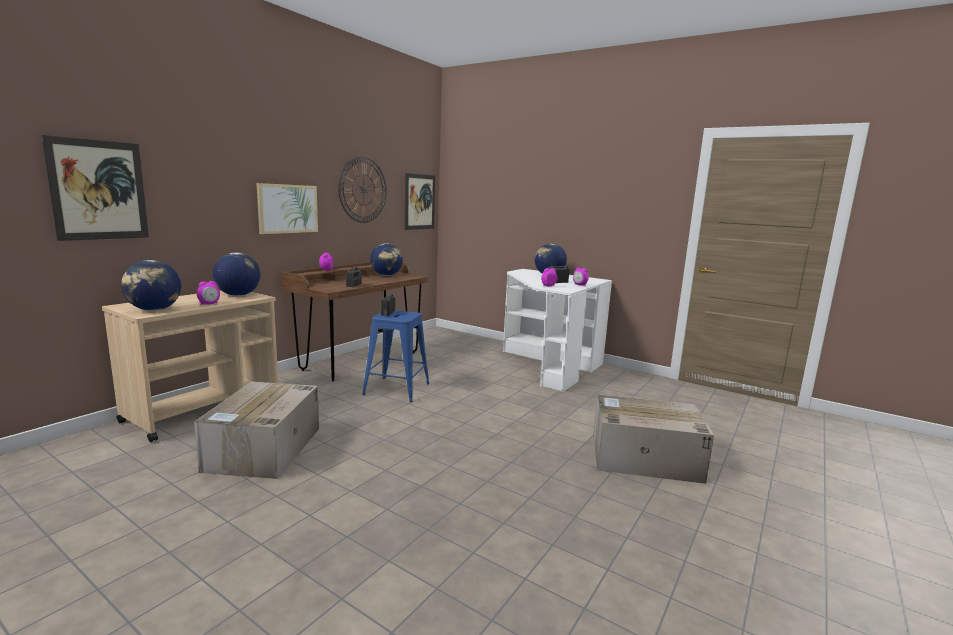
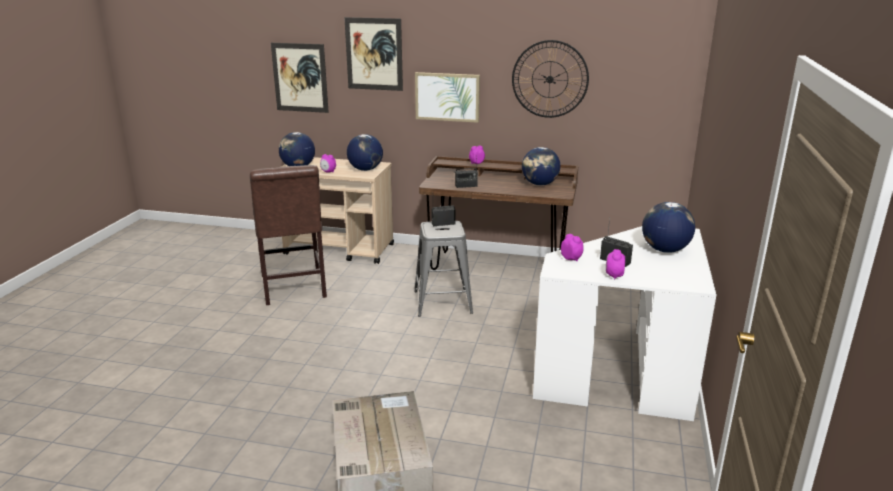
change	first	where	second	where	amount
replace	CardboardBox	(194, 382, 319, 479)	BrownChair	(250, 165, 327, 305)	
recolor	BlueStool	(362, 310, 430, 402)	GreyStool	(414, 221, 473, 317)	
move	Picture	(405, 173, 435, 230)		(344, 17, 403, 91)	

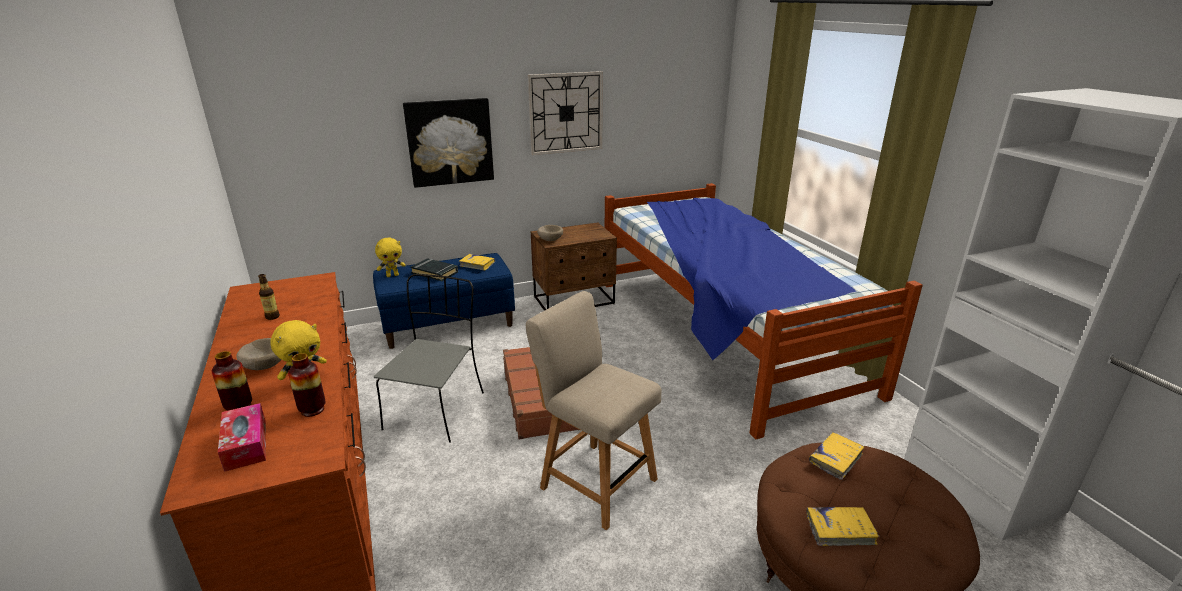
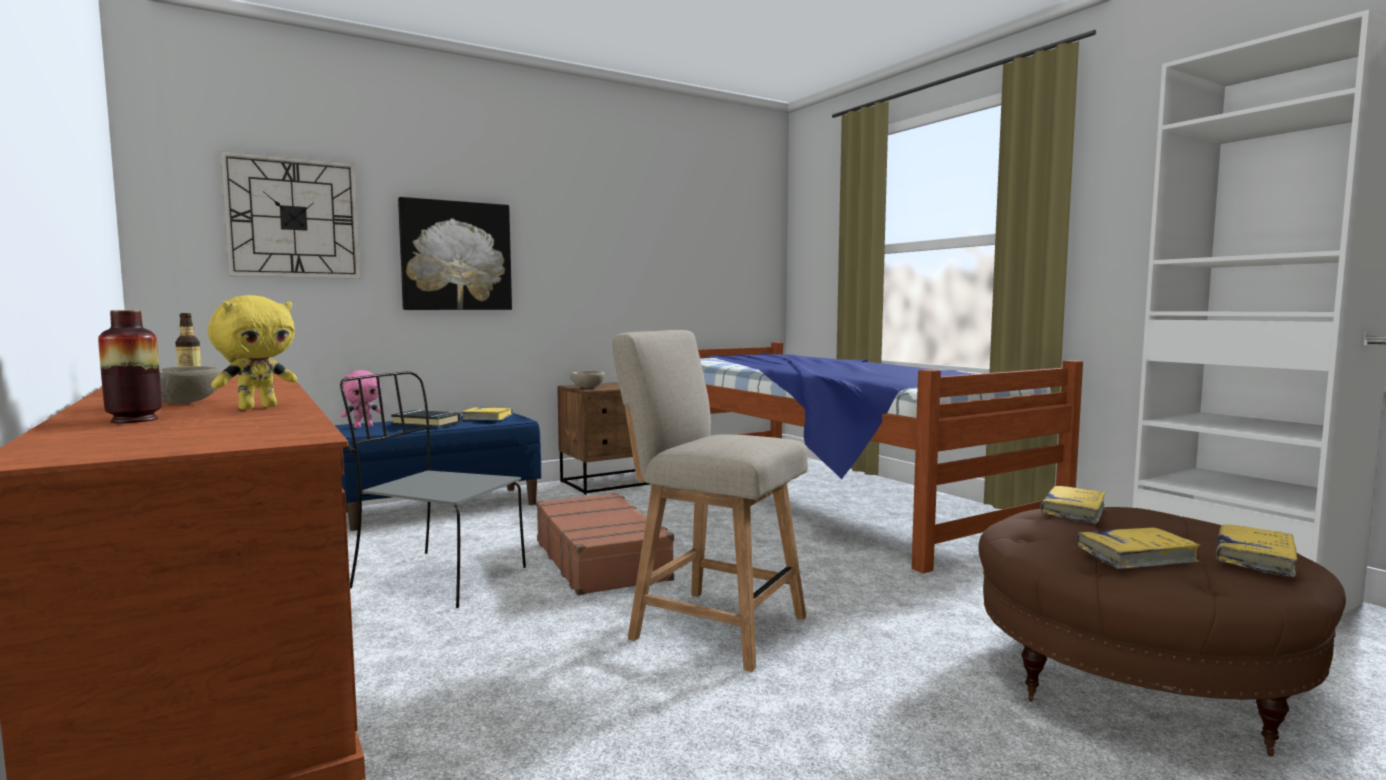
change	first	where	second	where	amount
delete	TissueBox	(218, 403, 266, 472)			
delete	Vase	(288, 353, 325, 417)			
rotate	GreyChair	(374, 274, 484, 443)		(340, 371, 526, 608)	75 degrees counterclockwise
recolor	YellowPlushToy	(375, 238, 406, 277)	PinkPlushToy	(341, 370, 381, 428)	
move	WallClock	(528, 71, 603, 155)		(220, 151, 361, 279)	
insert			YellowBook	(1216, 524, 1298, 577)	

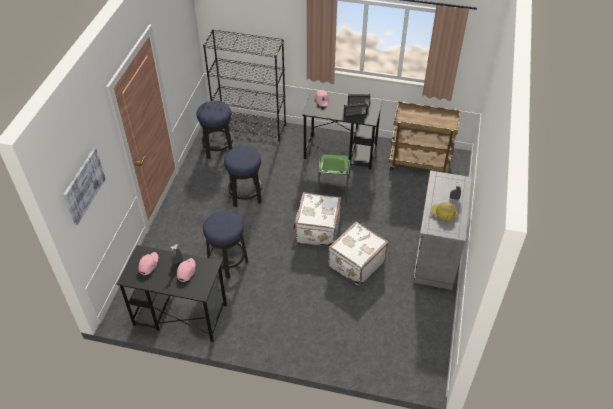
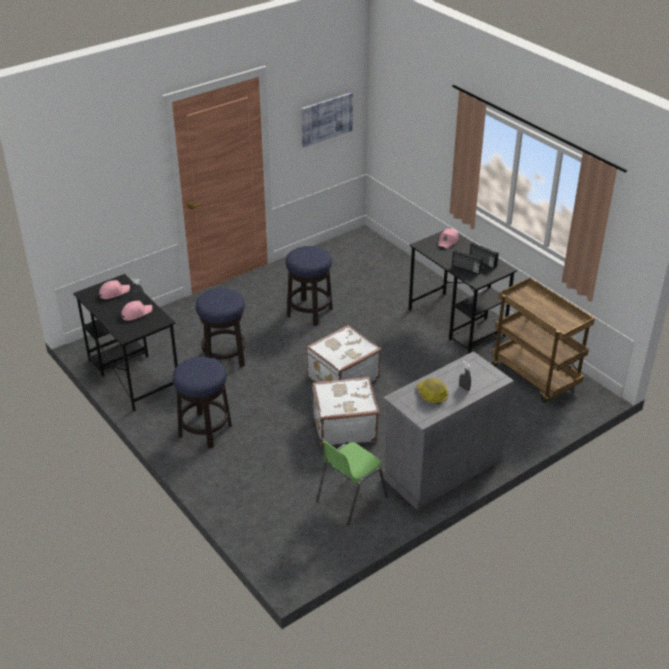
change	first	where	second	where	amount
move	Picture	(63, 148, 106, 225)		(301, 92, 353, 147)	
move	Stool	(197, 101, 233, 159)		(173, 357, 232, 449)	
delete	BlackBookcase	(203, 29, 286, 141)			
move	GreenChair	(318, 154, 351, 201)		(316, 441, 388, 526)	

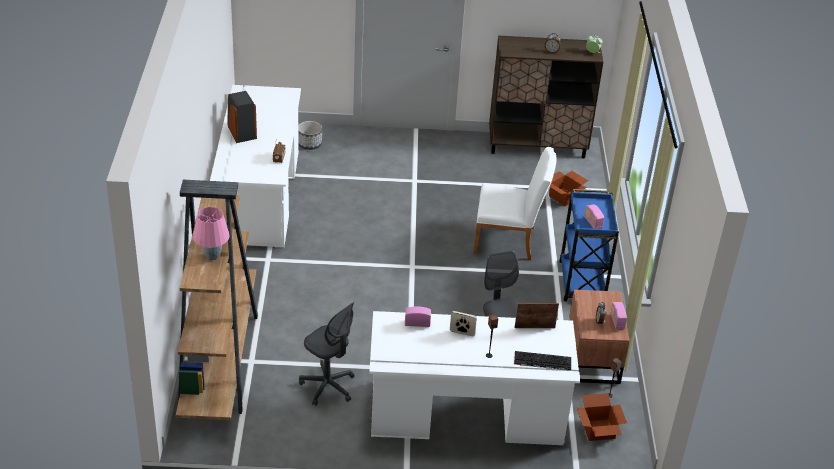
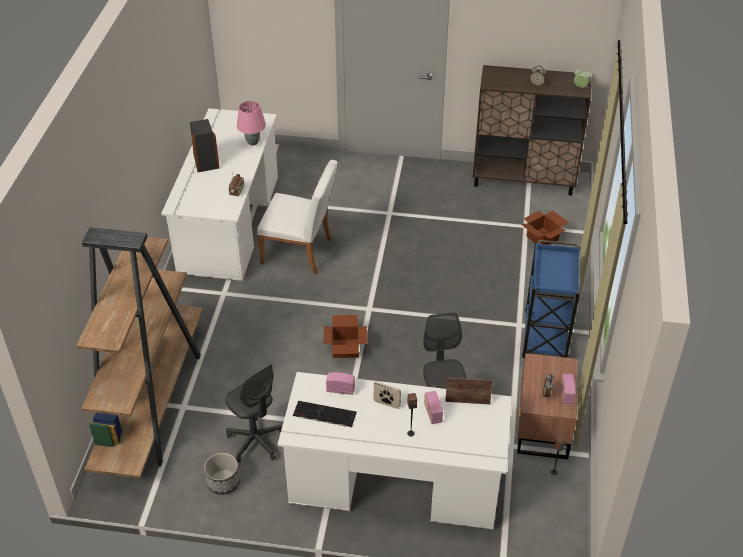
change	first	where	second	where	amount
move	PinkTableLamp	(193, 207, 230, 260)		(237, 101, 266, 146)	
move	Planter	(298, 121, 322, 150)		(204, 453, 240, 495)	
move	WhiteChair	(474, 147, 557, 261)		(257, 160, 337, 274)	
move	Keyboard	(514, 351, 571, 371)		(293, 401, 357, 427)	
move	CardboardBox	(576, 393, 627, 441)		(324, 315, 367, 358)	
move	Radio	(584, 204, 604, 229)		(424, 391, 443, 424)	

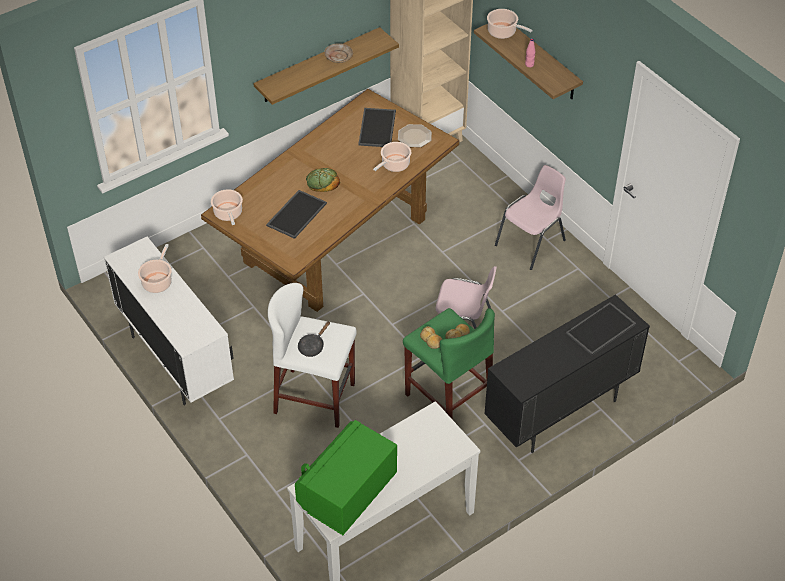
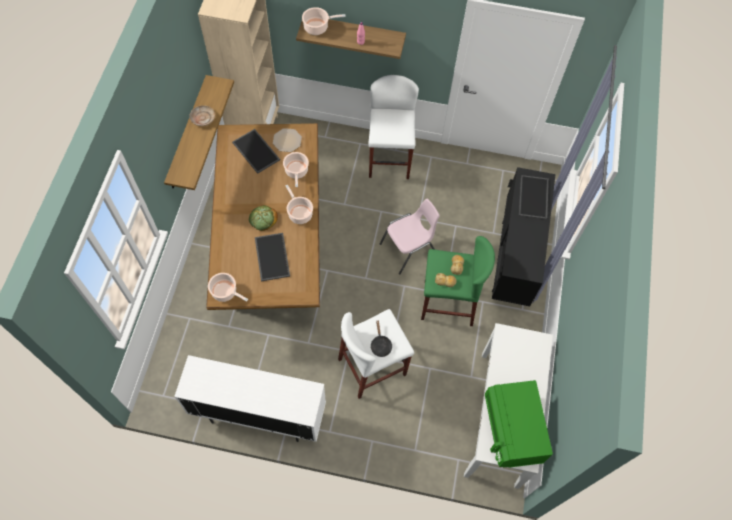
change	first	where	second	where	amount
move	CookingPot	(138, 244, 172, 293)		(285, 185, 313, 224)	
replace	PinkChair	(495, 165, 566, 270)	WhiteStool	(368, 75, 419, 179)	

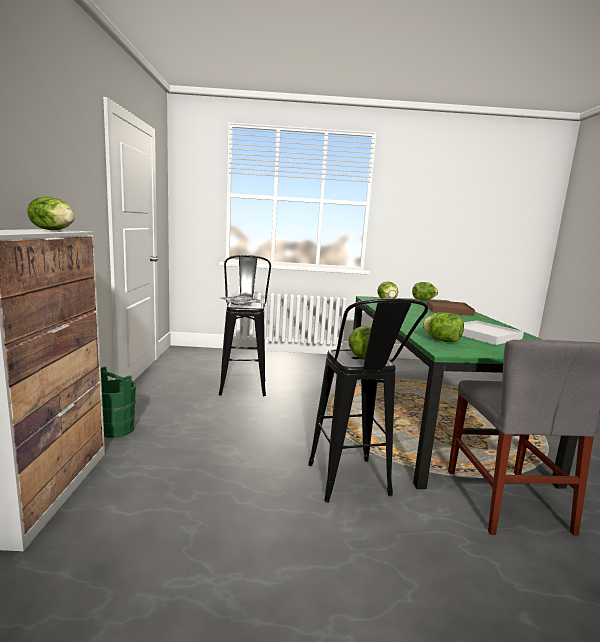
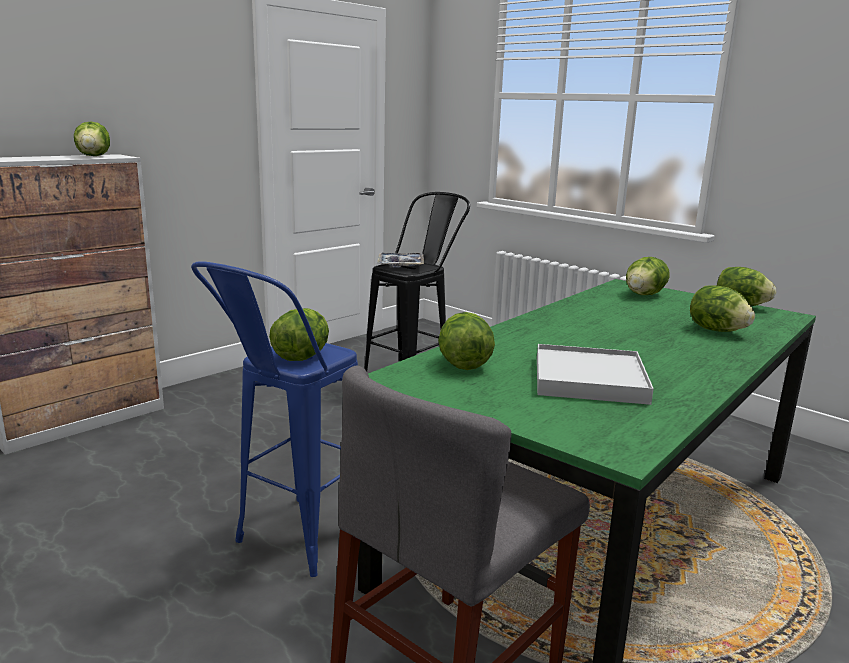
change	first	where	second	where	amount
delete	GreenBucket	(101, 367, 136, 438)			
recolor	BlackStool	(308, 298, 428, 503)	BlueStool	(191, 261, 358, 577)	
replace	BrownTray	(426, 300, 475, 316)	Lettuce	(690, 286, 755, 332)	

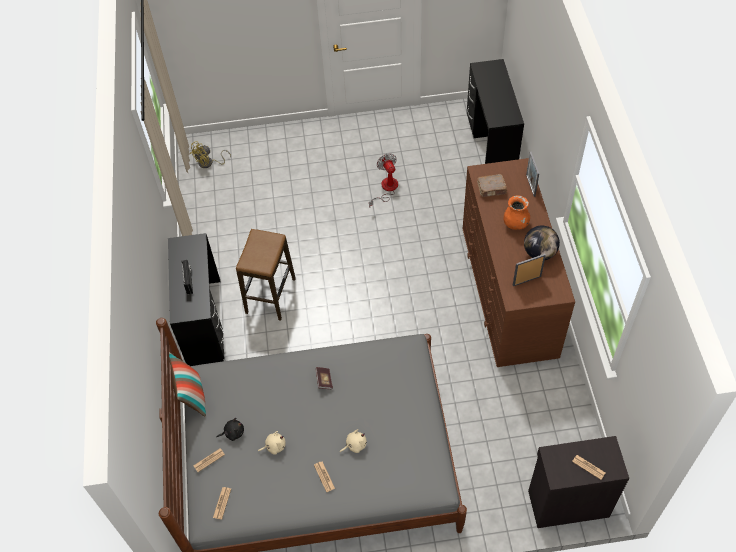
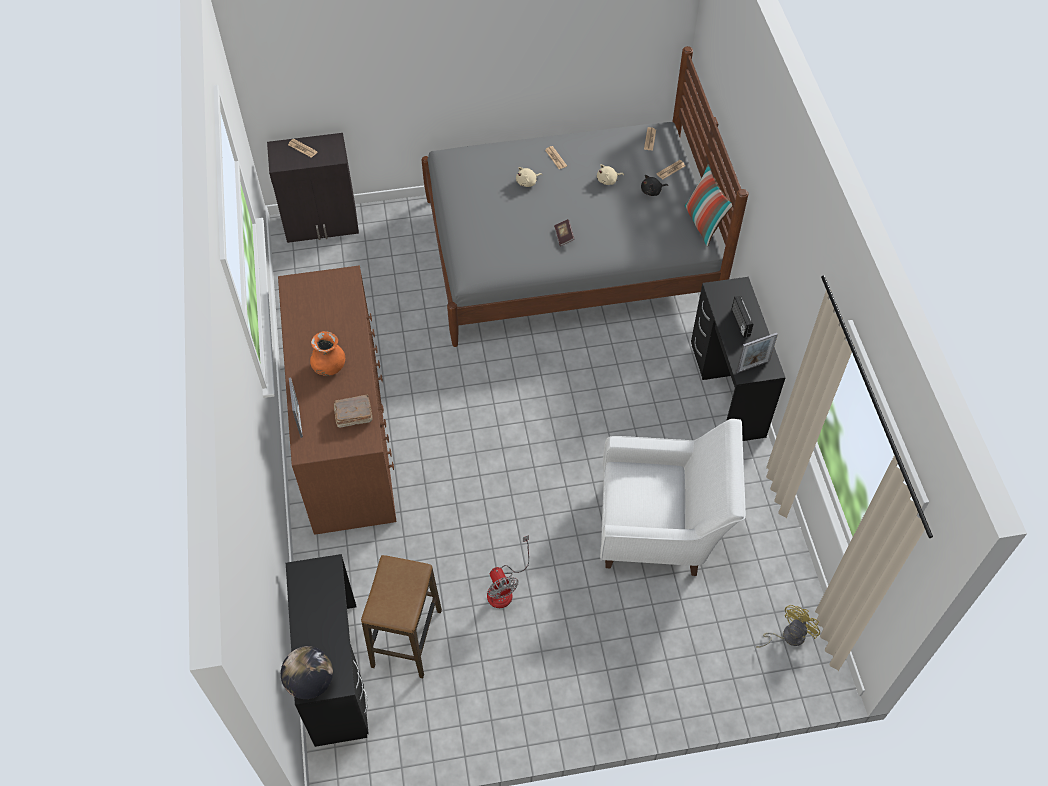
change	first	where	second	where	amount
move	Stool	(236, 229, 296, 321)		(361, 555, 442, 678)	
move	PictureFrame	(513, 254, 546, 286)		(736, 333, 778, 373)	
move	Globe	(524, 226, 560, 260)		(281, 646, 333, 699)	
insert			WhiteArmchair	(600, 419, 746, 576)	

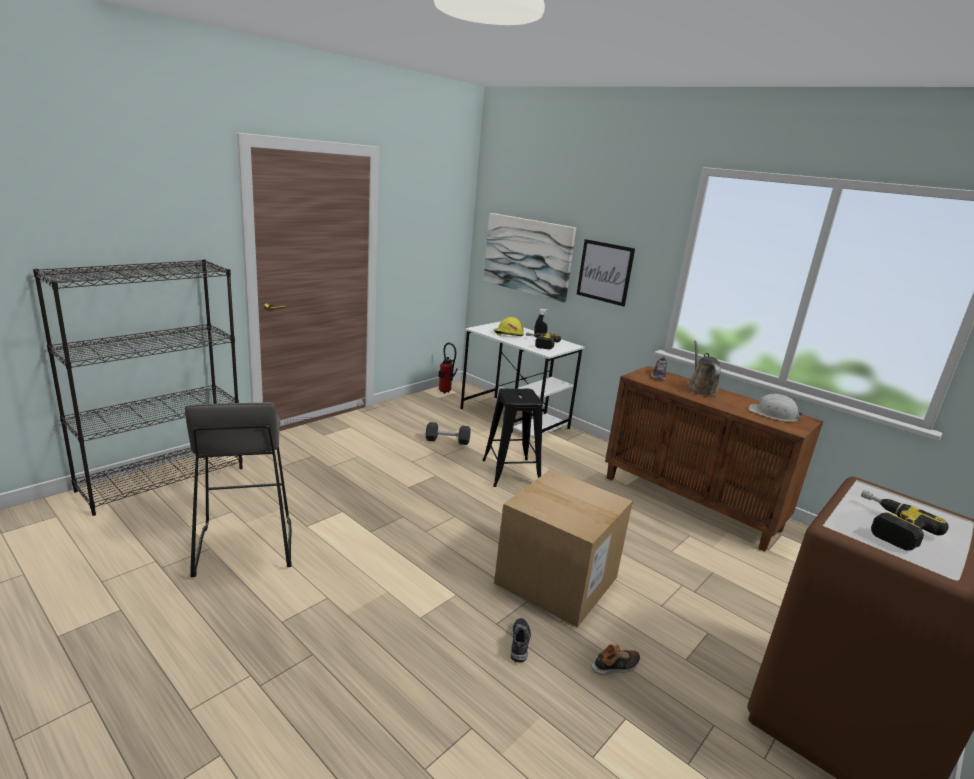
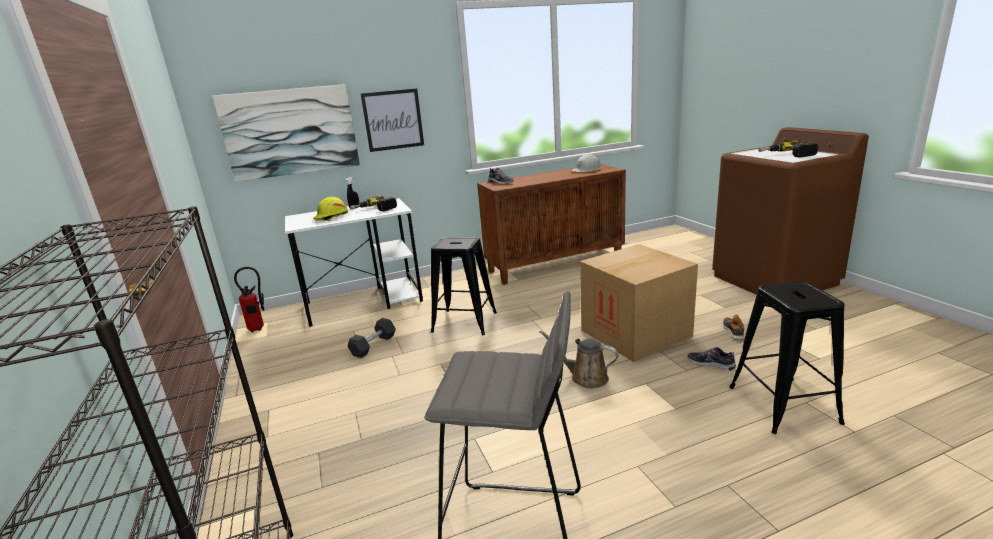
change	first	where	second	where	amount
move	BrownWateringCan	(687, 341, 721, 397)		(539, 331, 618, 388)	
insert			BlackStool	(730, 281, 845, 434)	

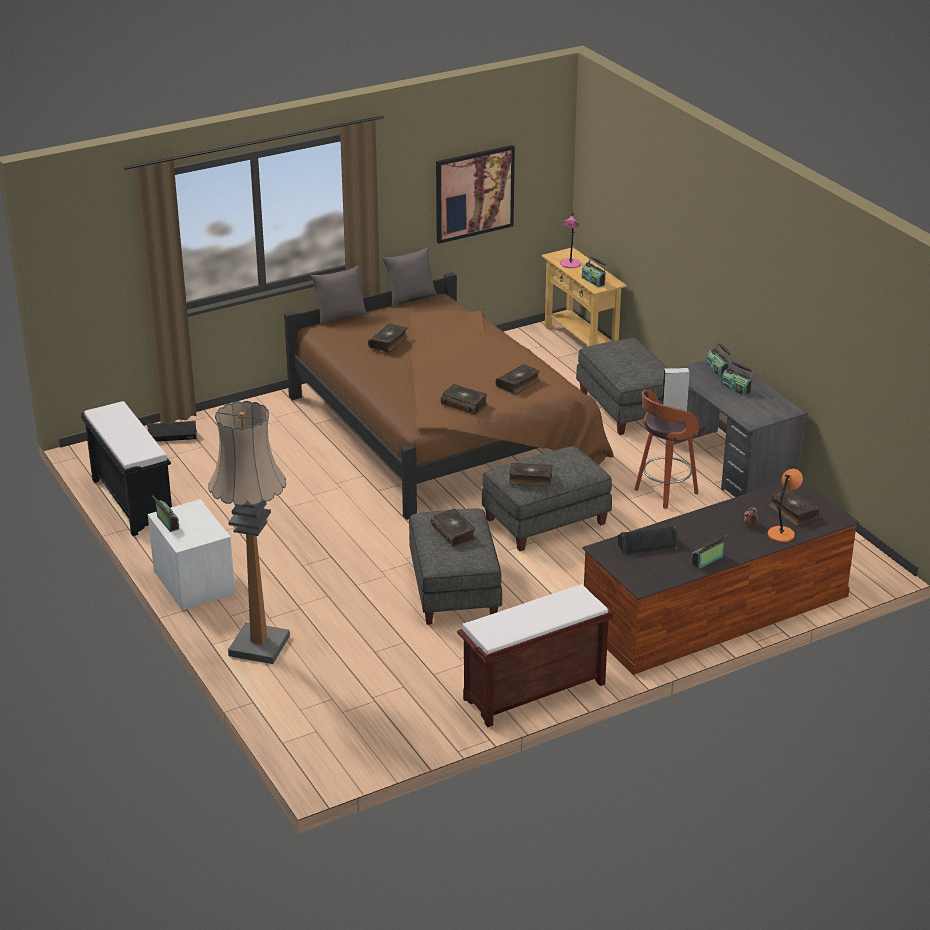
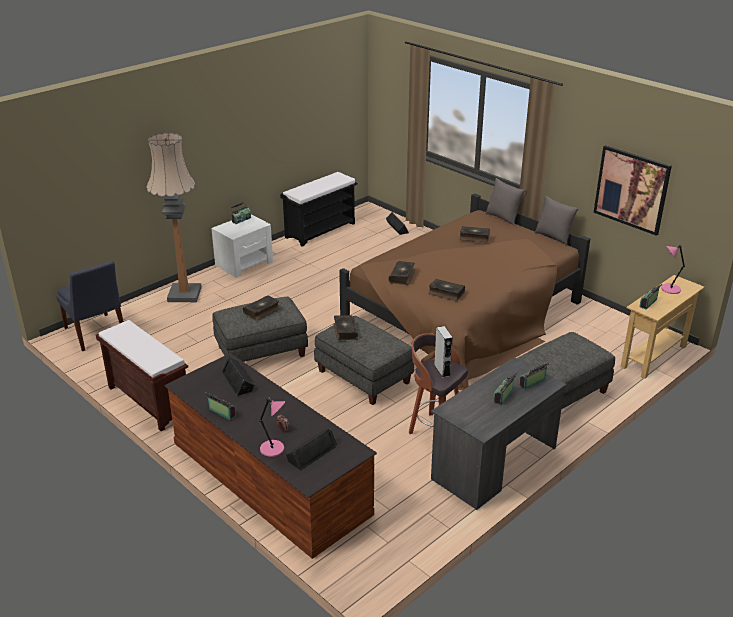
change	first	where	second	where	amount
recolor	OrangeTableLamp	(768, 469, 803, 542)	PinkTableLamp	(259, 397, 286, 457)	
replace	Book	(769, 489, 819, 525)	BlackSpeaker	(286, 427, 338, 471)	
insert			BlueChair	(56, 261, 124, 351)	

